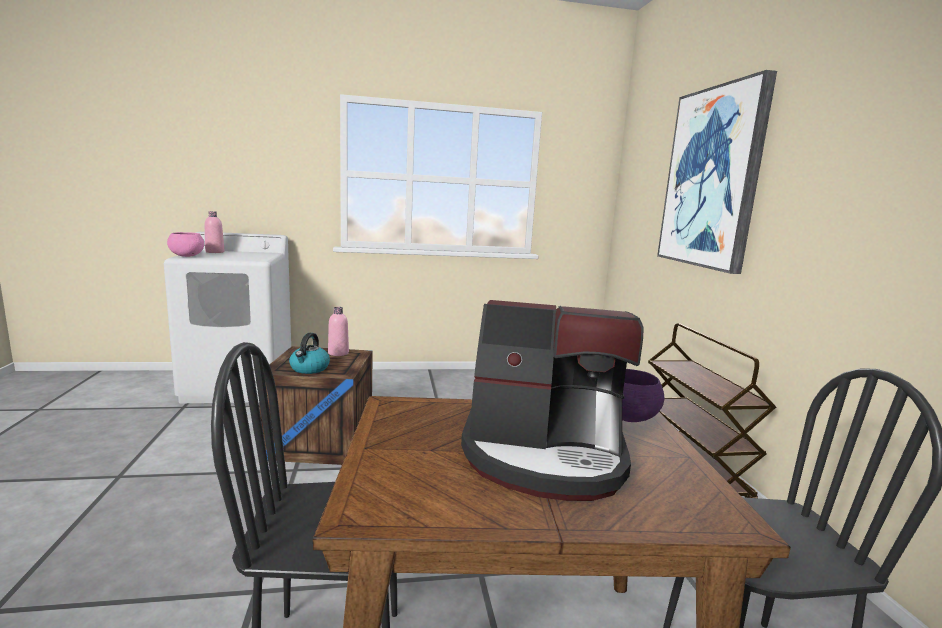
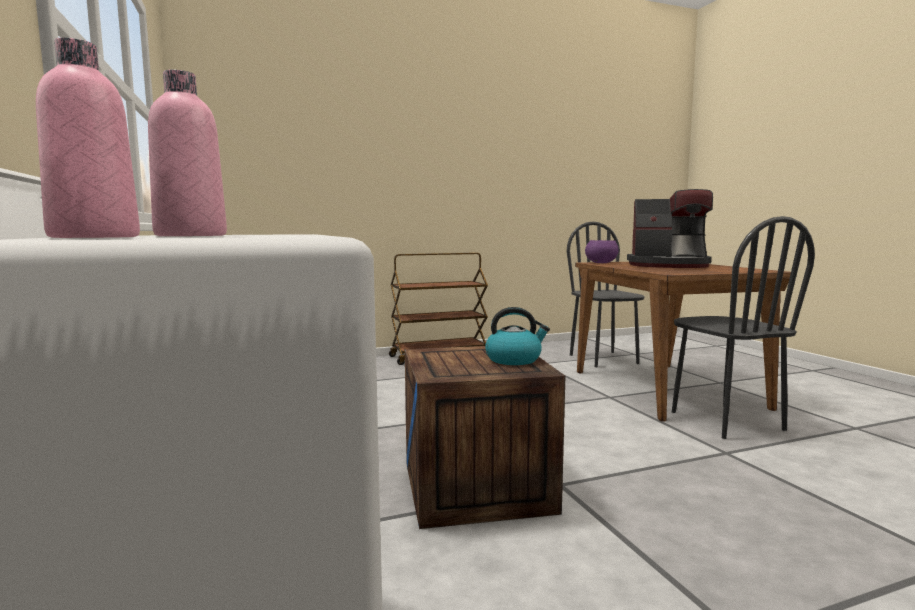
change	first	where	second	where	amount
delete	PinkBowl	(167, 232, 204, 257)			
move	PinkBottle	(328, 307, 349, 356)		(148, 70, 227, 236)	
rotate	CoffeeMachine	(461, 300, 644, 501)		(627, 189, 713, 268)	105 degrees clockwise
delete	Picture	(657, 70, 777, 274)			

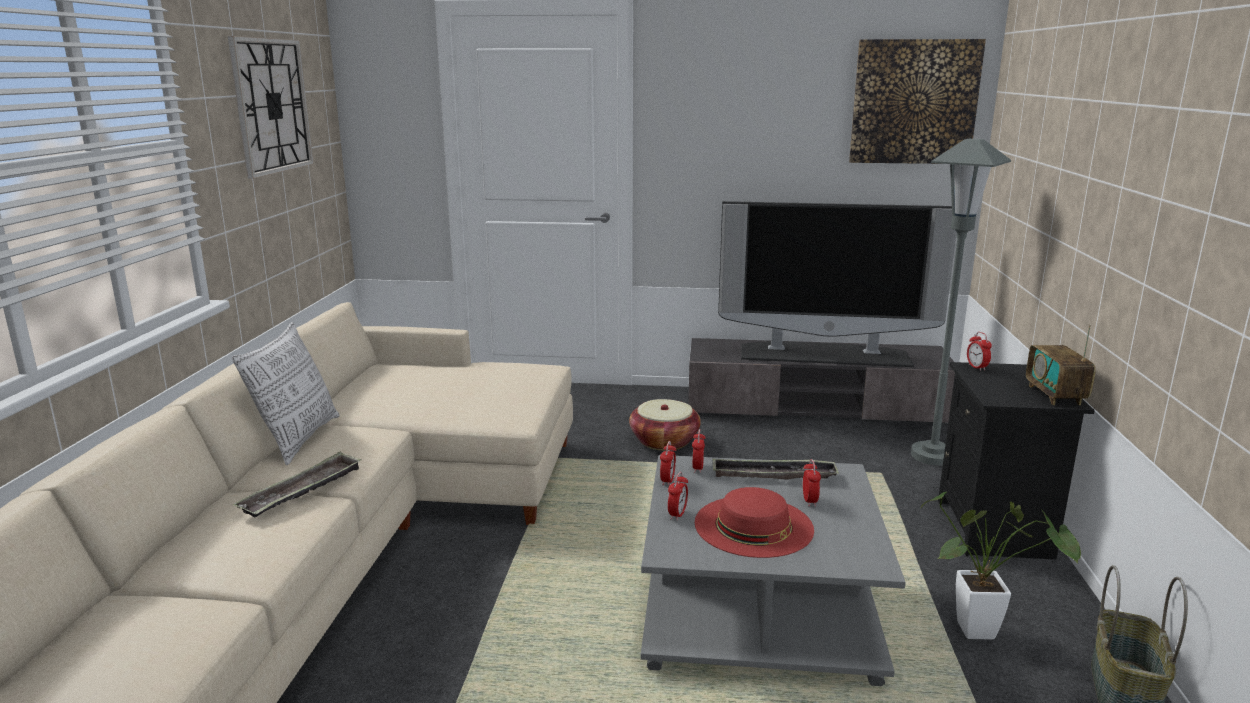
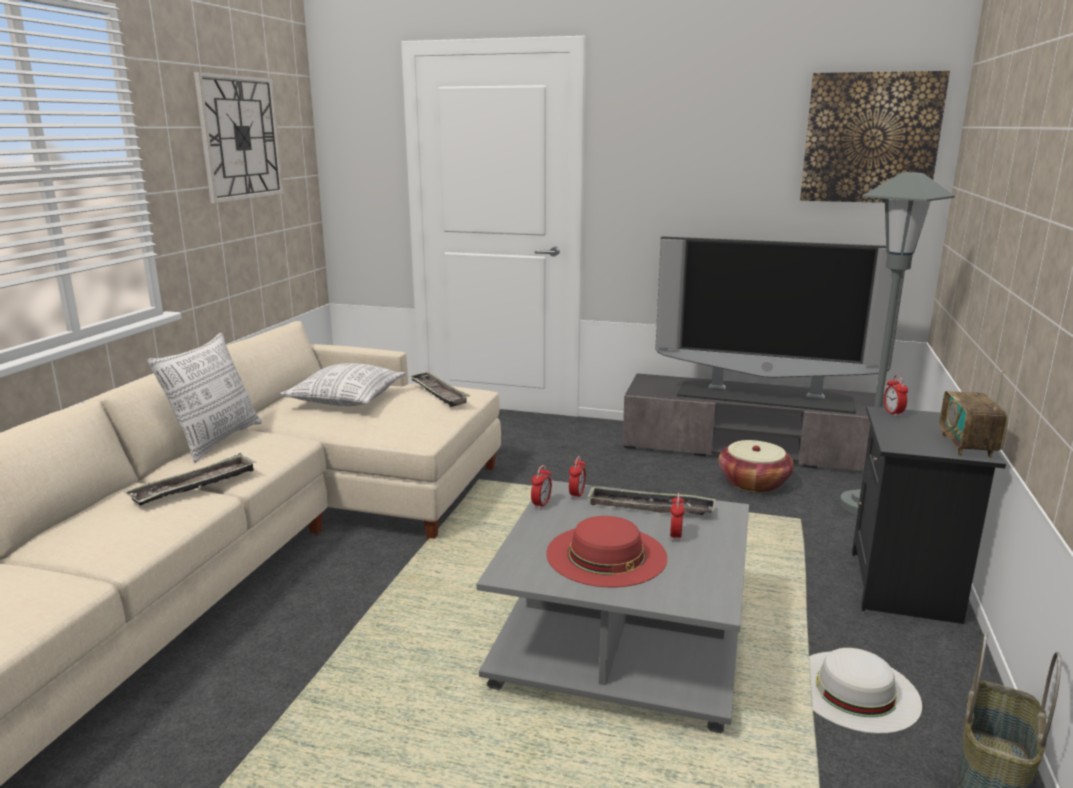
change	first	where	second	where	amount
move	Basket	(629, 399, 701, 451)		(718, 440, 794, 493)	
delete	AlarmClock	(668, 472, 688, 521)			
replace	PottedPlant	(921, 492, 1081, 640)	WhiteHat	(809, 648, 922, 734)	
insert			Pillow	(280, 363, 406, 406)	
insert			Tray	(408, 372, 470, 407)	

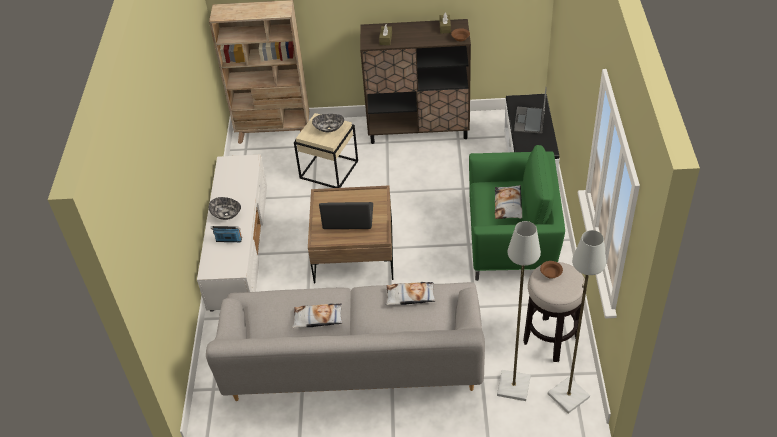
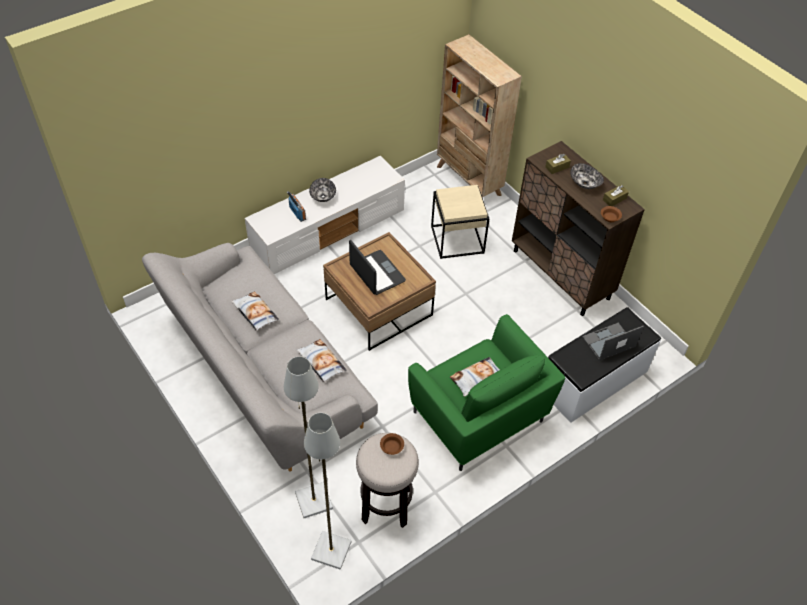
change	first	where	second	where	amount
move	Bowl	(312, 114, 344, 132)		(570, 163, 604, 189)	

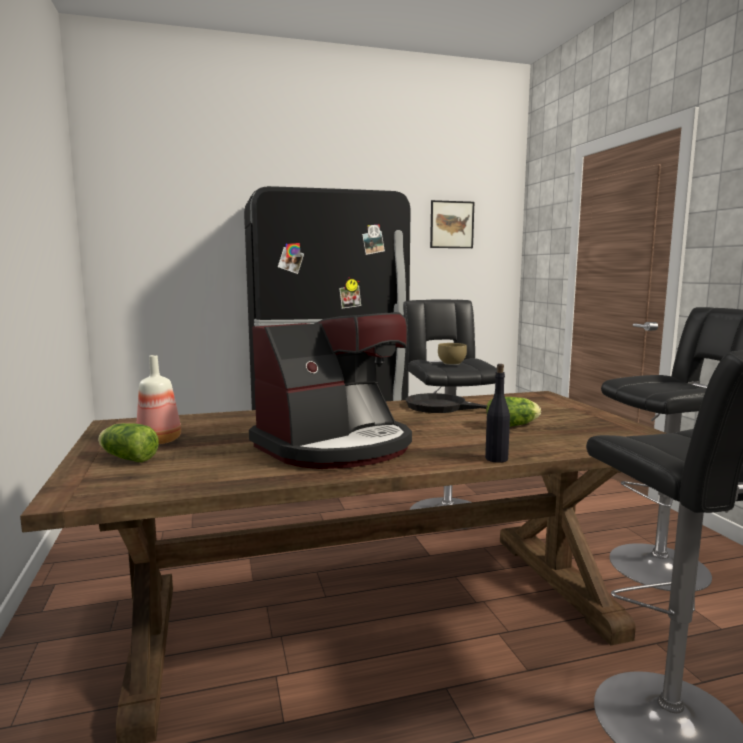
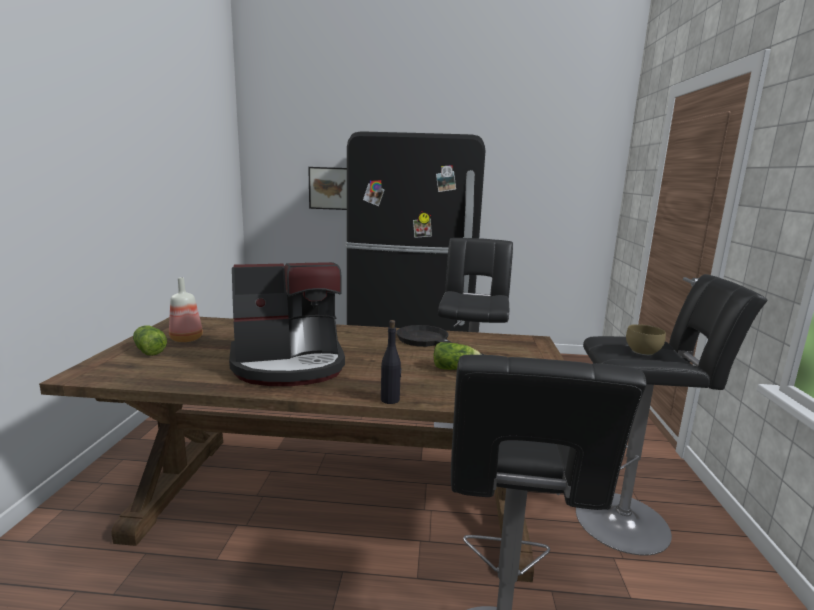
change	first	where	second	where	amount
move	Picture	(430, 200, 474, 248)		(308, 167, 347, 210)	
move	BrownBowl	(438, 343, 467, 365)		(626, 324, 666, 355)	

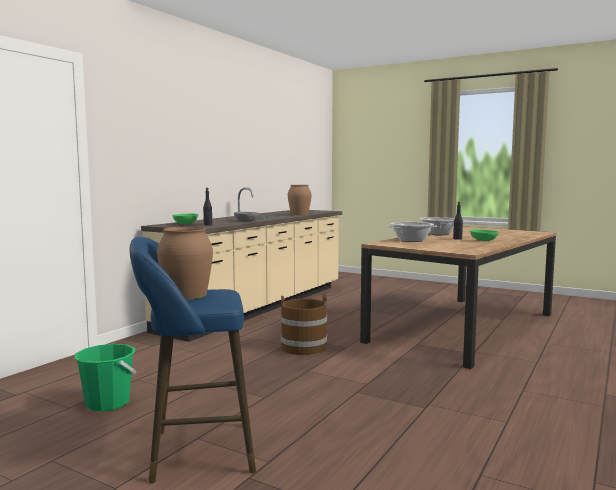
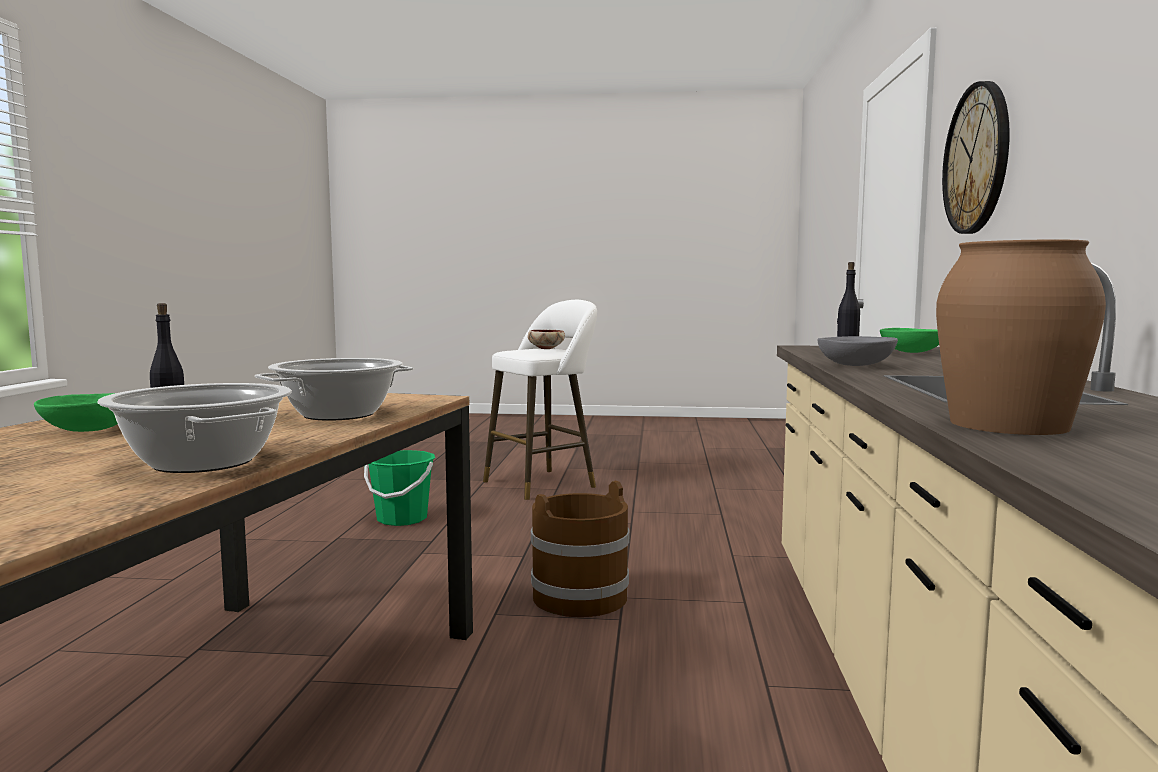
change	first	where	second	where	amount
move	GreenBucket	(74, 344, 136, 412)		(364, 450, 435, 526)	
recolor	BlueStool	(129, 237, 256, 483)	WhiteStool	(483, 300, 597, 500)	
replace	BrownVase	(157, 227, 213, 300)	Bowl	(528, 330, 565, 349)	
insert			WallClock	(942, 81, 1010, 234)	

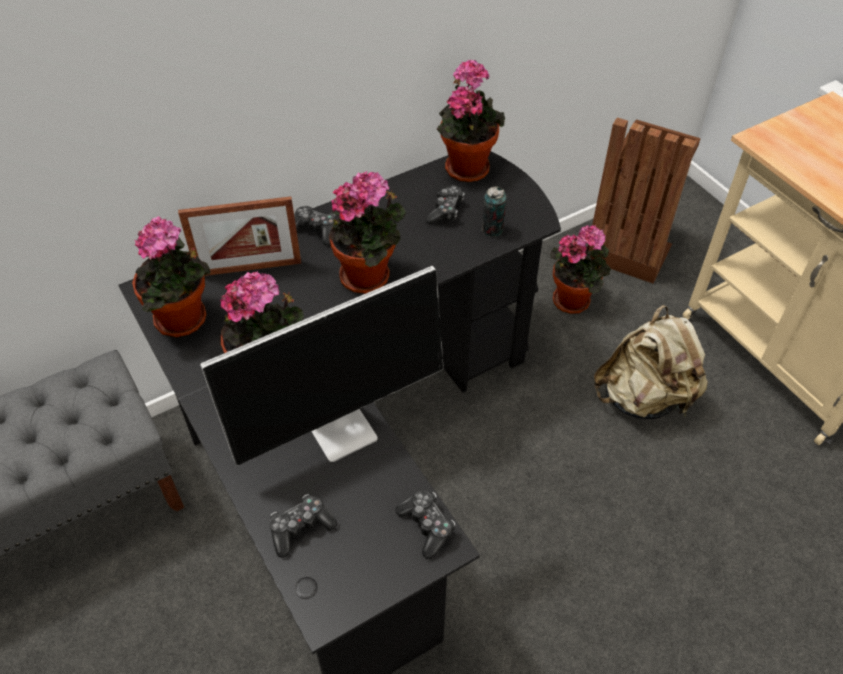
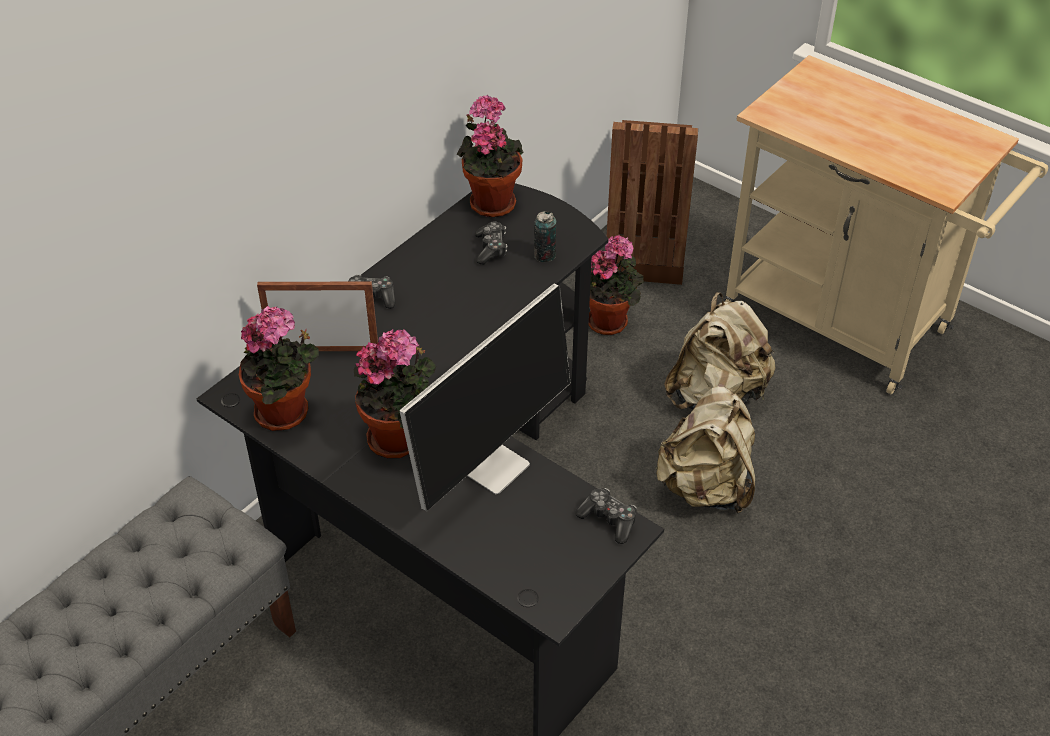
change	first	where	second	where	amount
rotate	PictureFrame	(178, 196, 301, 276)		(257, 281, 378, 351)	150 degrees counterclockwise
delete	GameController	(269, 494, 337, 558)			
delete	PottedPlant	(329, 170, 406, 294)			
insert			BeigeBackpack	(656, 386, 755, 513)	

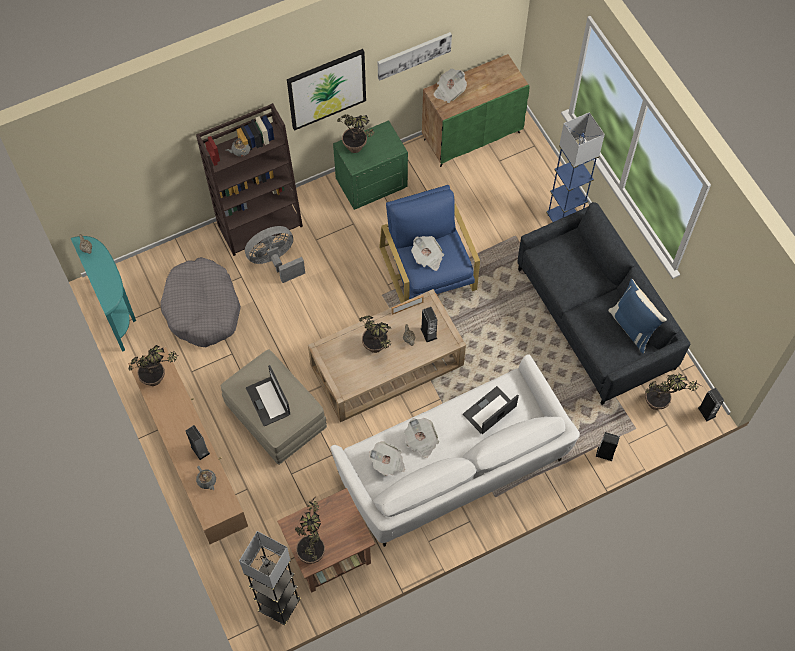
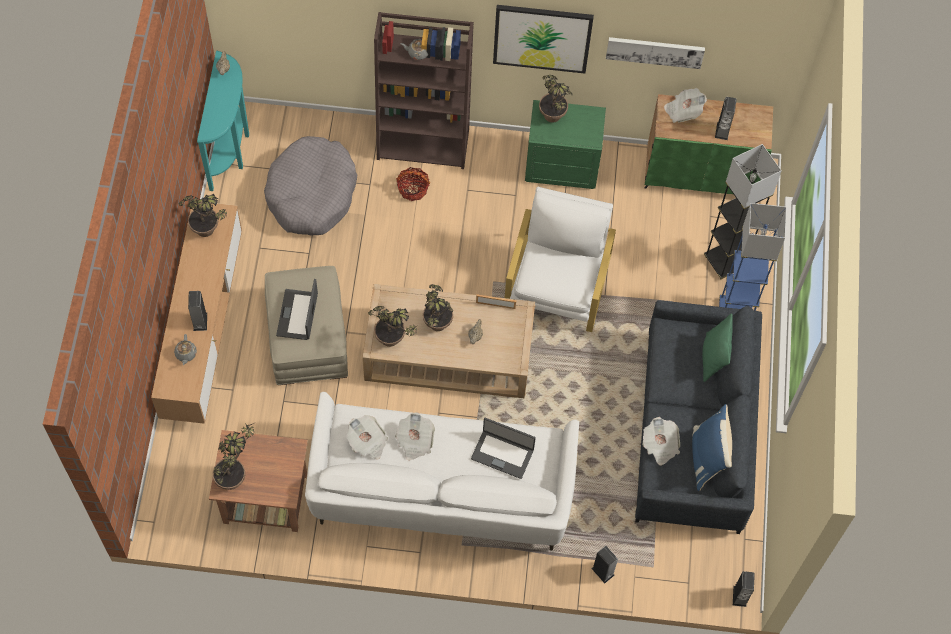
change	first	where	second	where	amount
move	GreyFloorLamp	(239, 531, 301, 626)		(704, 144, 782, 279)	
replace	GreyFan	(245, 226, 305, 283)	Basket	(396, 167, 430, 201)	
recolor	BlueArmchair	(379, 185, 480, 303)	WhiteArmchair	(505, 187, 616, 332)	
move	Newspaper	(411, 236, 444, 271)		(643, 417, 680, 466)	
move	Speaker	(420, 307, 437, 342)		(715, 97, 737, 140)	
rotate	Laptop	(463, 386, 519, 434)		(471, 418, 536, 479)	150 degrees counterclockwise
move	PottedPlant	(645, 372, 701, 410)		(368, 306, 417, 347)	
insert			GreenPillow	(702, 313, 733, 382)	

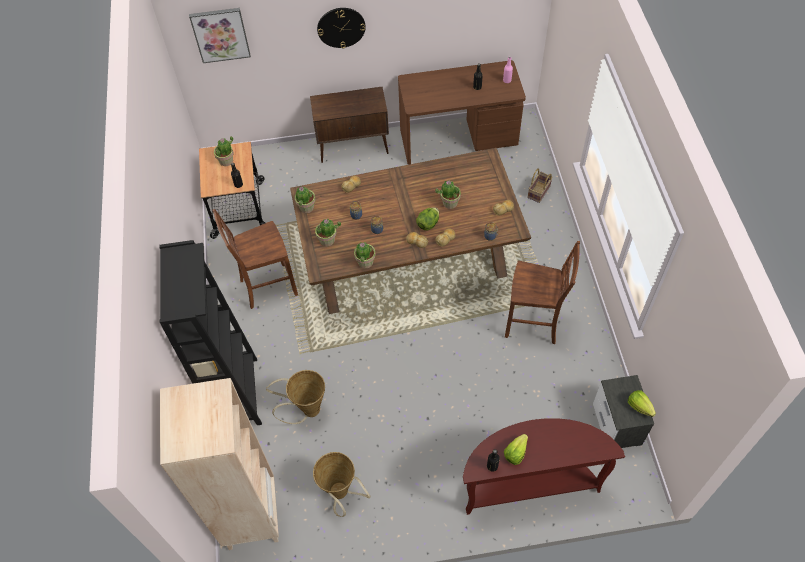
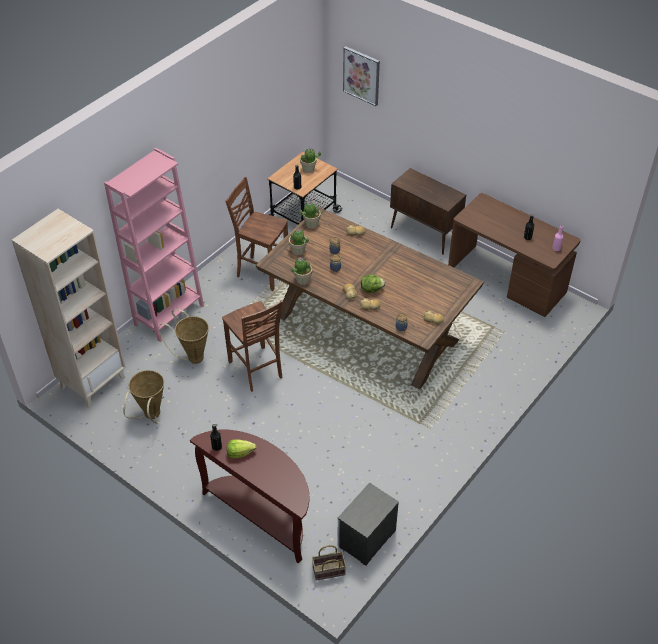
change	first	where	second	where	amount
recolor	BlackBookcase	(159, 240, 262, 425)	PinkBookcase	(104, 148, 204, 342)	
delete	WallClock	(317, 8, 366, 49)			
delete	PottedPlant	(435, 181, 461, 209)			
move	BrownChair	(505, 241, 580, 344)		(222, 300, 283, 392)	
move	Basket	(528, 168, 553, 203)		(312, 545, 346, 581)	
delete	Lettuce	(628, 390, 656, 417)			

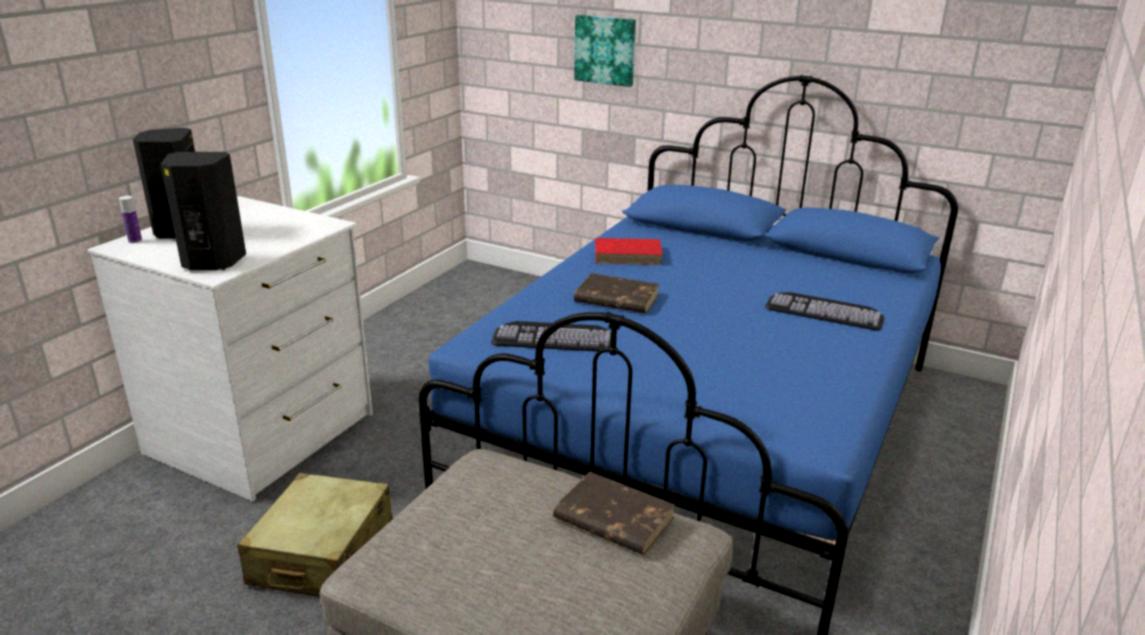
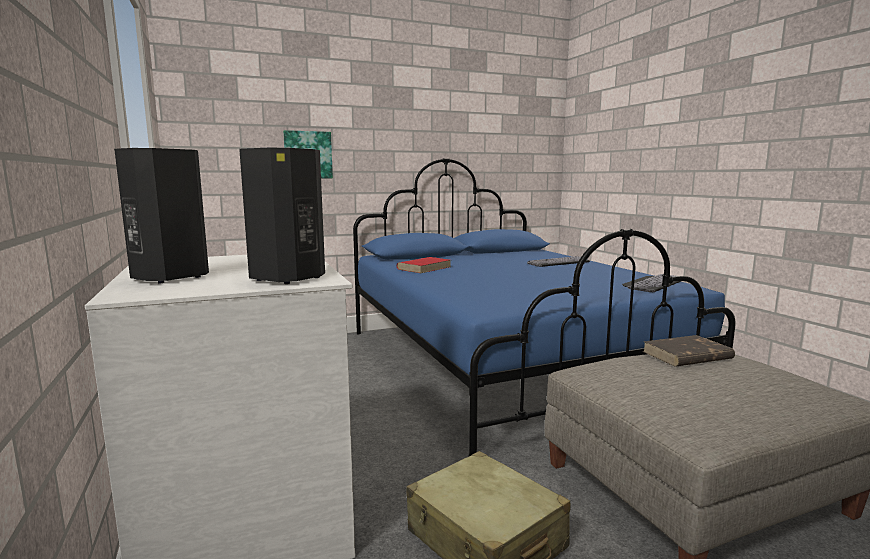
change	first	where	second	where	amount
delete	Bottle	(119, 196, 142, 243)			
move	Keyboard	(491, 321, 611, 351)		(622, 274, 681, 292)	
delete	BrownBook	(574, 273, 660, 313)			

